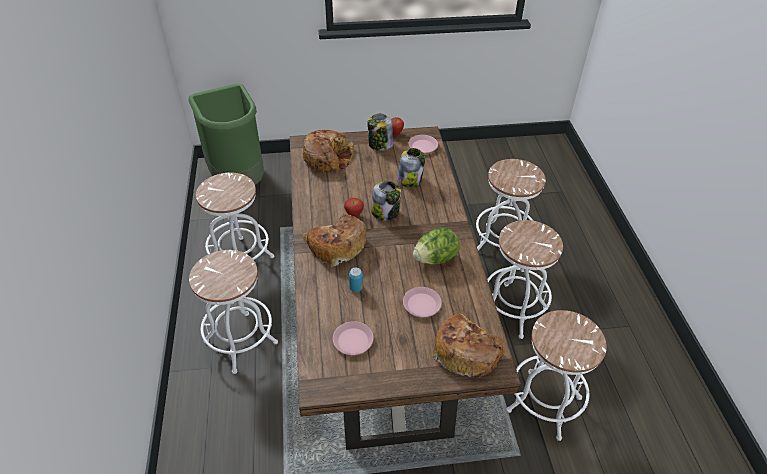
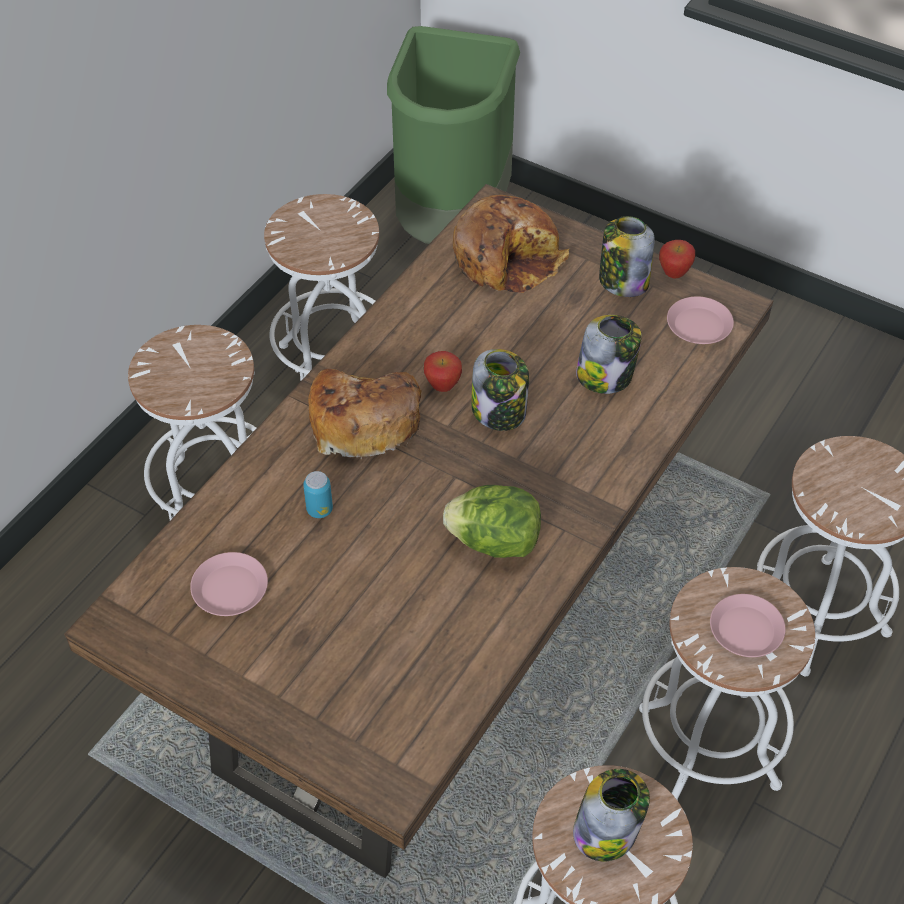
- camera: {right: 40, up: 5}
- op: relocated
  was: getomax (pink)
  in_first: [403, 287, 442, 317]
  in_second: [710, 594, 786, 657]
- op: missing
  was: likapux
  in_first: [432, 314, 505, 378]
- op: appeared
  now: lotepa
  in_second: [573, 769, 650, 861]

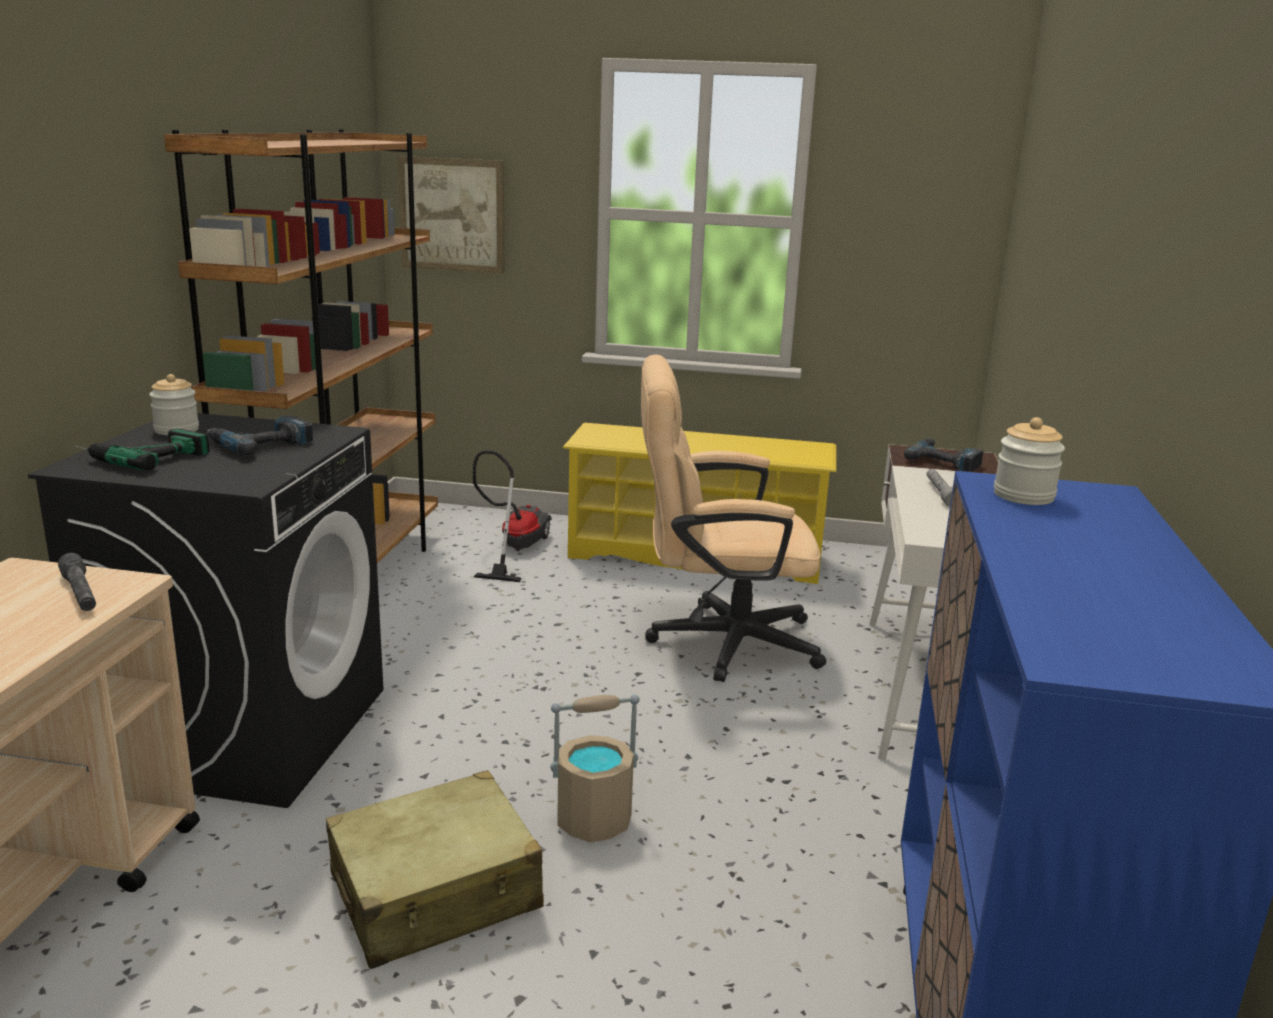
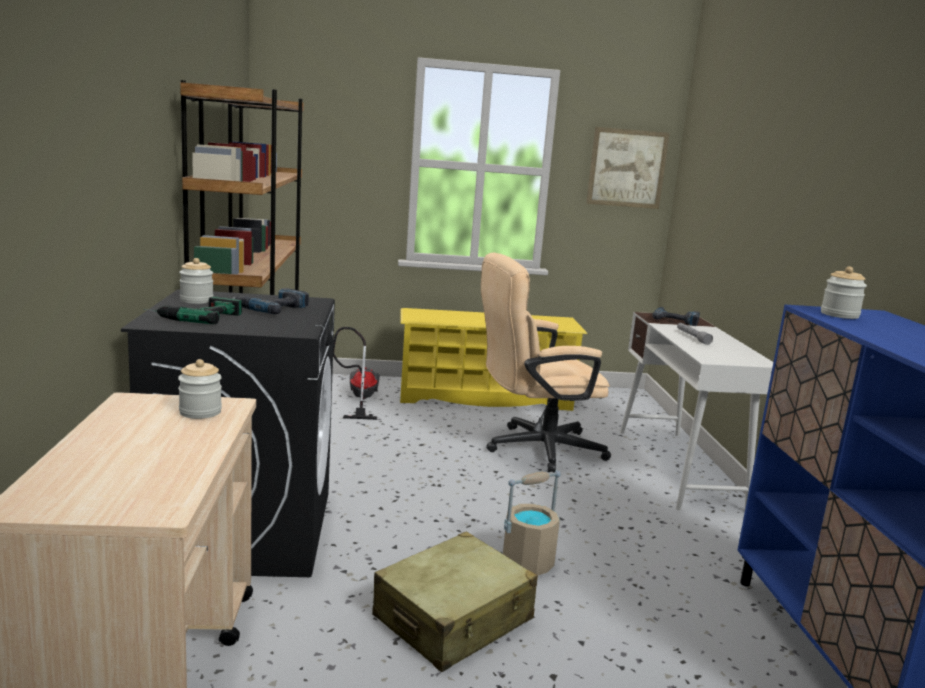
- camera: {right: -15, up: -5}
- op: relocated
  was: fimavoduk
  in_first: [397, 156, 504, 273]
  in_second: [586, 127, 670, 209]
- op: exchanged
  was: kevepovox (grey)
  now: lotepa
  in_first: [58, 553, 96, 611]
  in_second: [178, 359, 222, 419]

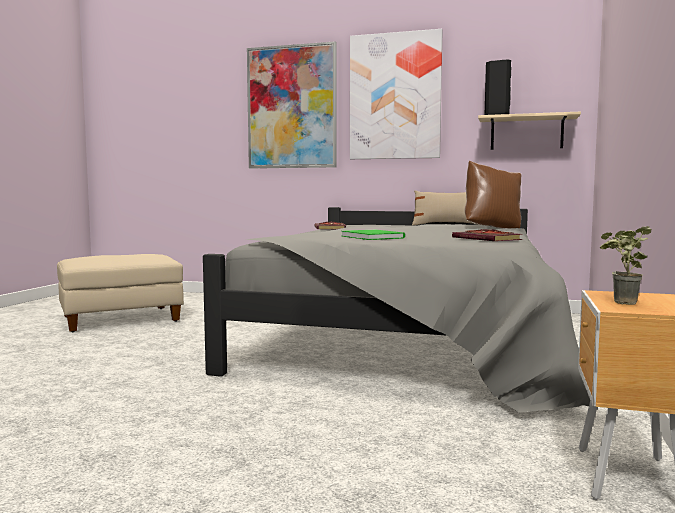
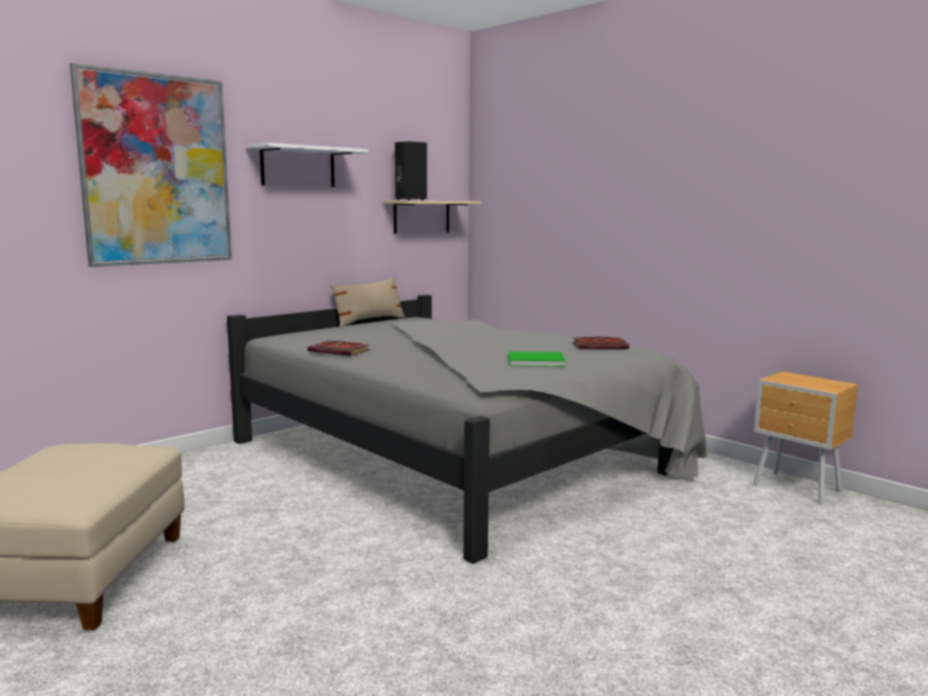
- camera: {right: -60, up: 5}
- op: exchanged
  was: fimavoduk
  now: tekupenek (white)
  in_first: [350, 29, 443, 159]
  in_second: [246, 143, 368, 187]
- op: missing
  was: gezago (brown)
  in_first: [465, 161, 521, 229]
- op: missing
  was: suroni
  in_first: [600, 226, 652, 305]

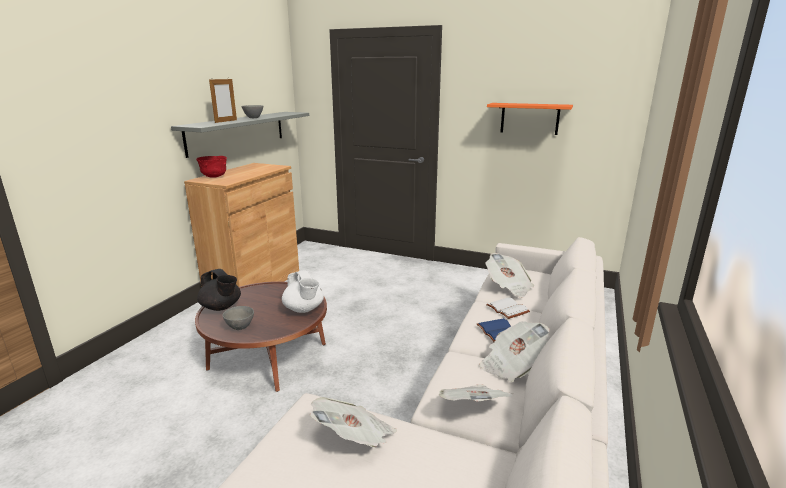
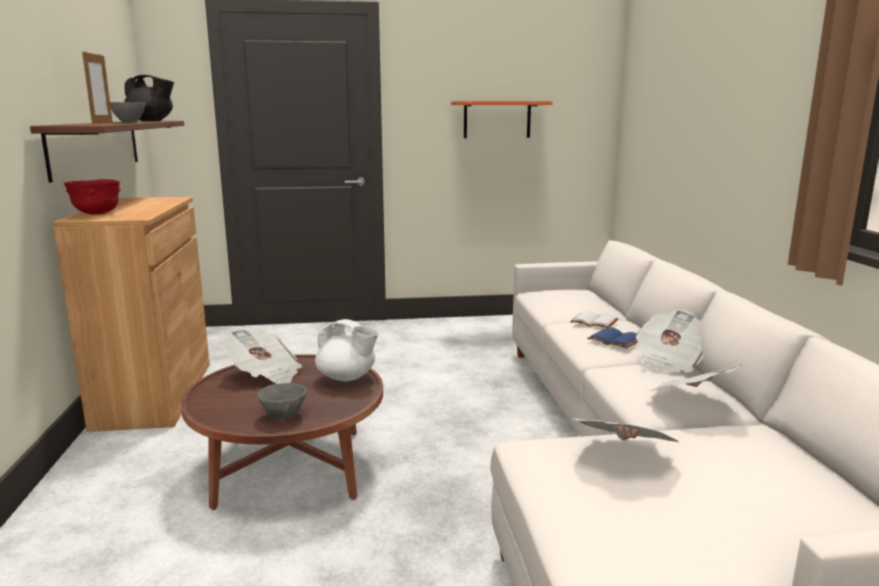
- camera: {right: -30, up: -5}
- op: colour
  was: tekupenek (grey)
  now: tekupenek (brown)
  in_first: [171, 112, 309, 158]
  in_second: [30, 121, 184, 183]
- op: relocated
  was: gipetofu
  in_first: [485, 253, 534, 298]
  in_second: [224, 329, 302, 384]
- op: relocated
  was: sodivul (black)
  in_first: [197, 269, 241, 311]
  in_second: [124, 75, 174, 121]

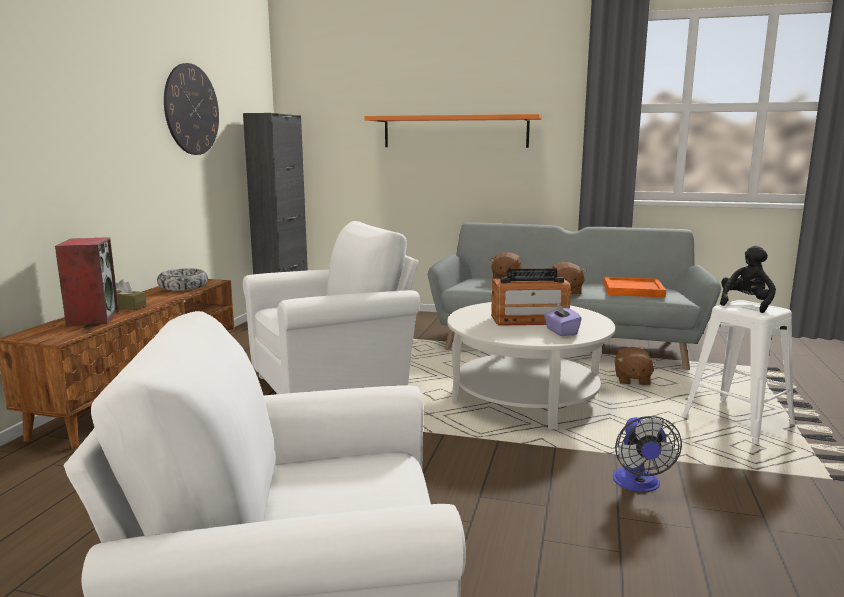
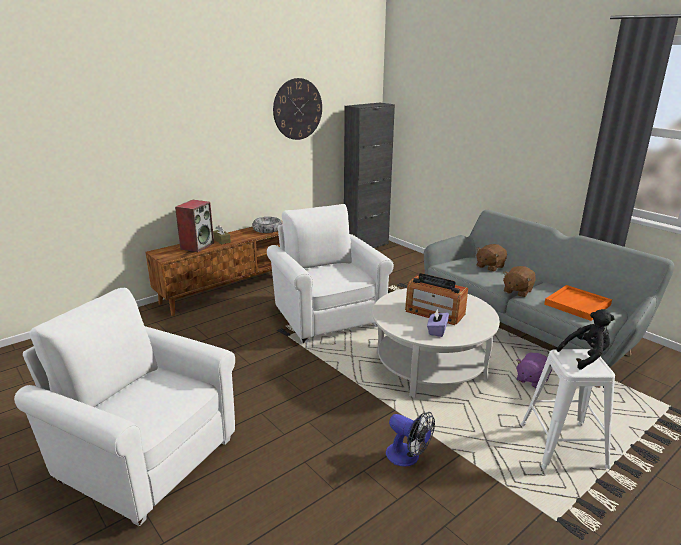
- camera: {right: 35, up: 10}
- op: missing
  was: tekupenek (orange)
  in_first: [365, 114, 542, 148]
- op: spun
  was: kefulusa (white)
  in_first: [243, 221, 420, 394]
  in_second: [267, 204, 394, 343]
  clockwise: -120
- op: colour
  was: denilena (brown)
  now: denilena (purple)
  in_first: [615, 347, 657, 385]
  in_second: [516, 353, 552, 388]
- op: spun
  was: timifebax
  in_first: [613, 416, 682, 492]
  in_second: [386, 412, 435, 467]
  clockwise: -90

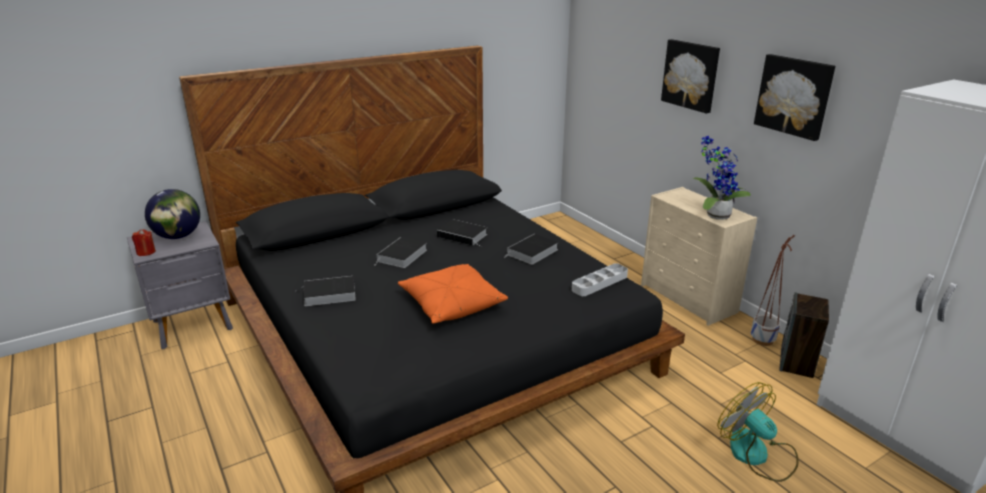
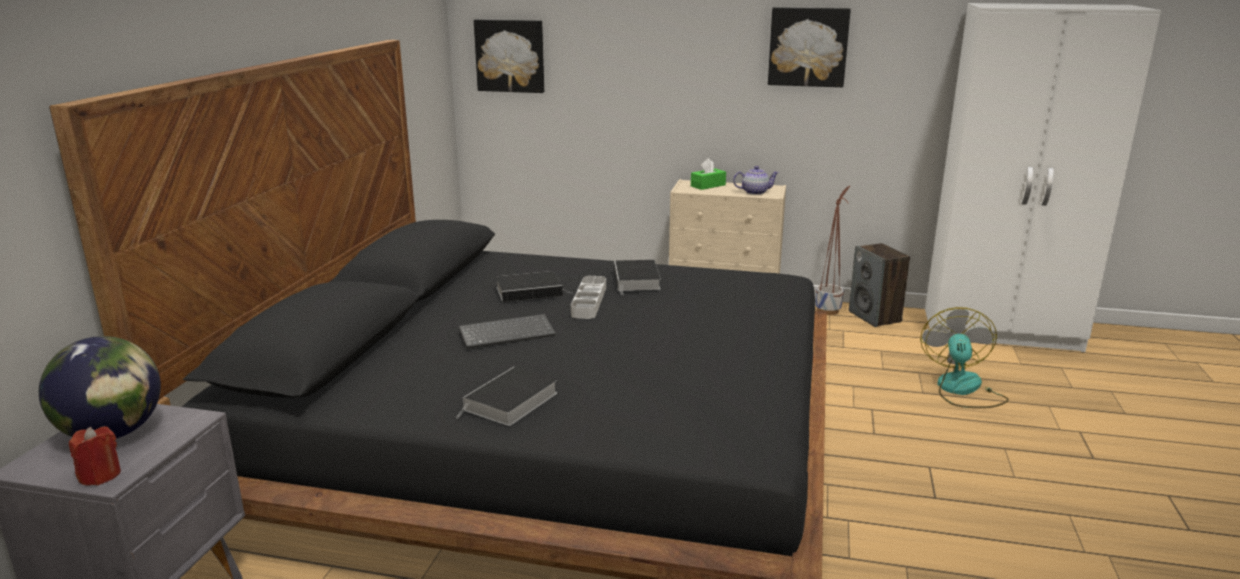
- camera: {right: -45, up: -5}
- op: relocated
  was: fimavoduk
  in_first: [661, 39, 720, 113]
  in_second: [474, 19, 544, 93]
- op: exchanged
  was: suroni
  now: sodivul
  in_first: [693, 136, 751, 220]
  in_second: [733, 166, 779, 195]
- op: exchanged
  was: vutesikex
  now: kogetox
  in_first: [374, 237, 427, 268]
  in_second: [459, 314, 556, 349]
- op: relocated
  was: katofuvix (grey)
  in_first: [572, 263, 628, 296]
  in_second: [571, 276, 606, 319]
- op: missing
  was: gezago (orange)
  in_first: [398, 264, 508, 324]
- op: spun
  was: timifebax
  in_first: [717, 382, 799, 482]
  in_second: [920, 307, 1009, 408]
  clockwise: 90
- op: appeared
  now: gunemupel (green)
  in_second: [691, 158, 726, 190]

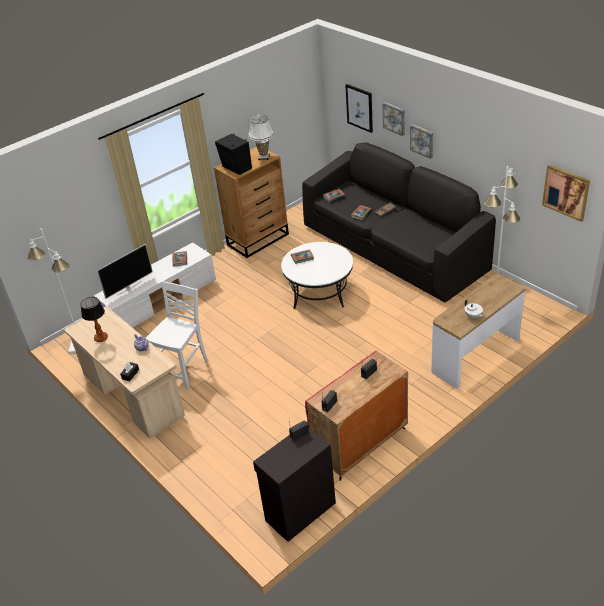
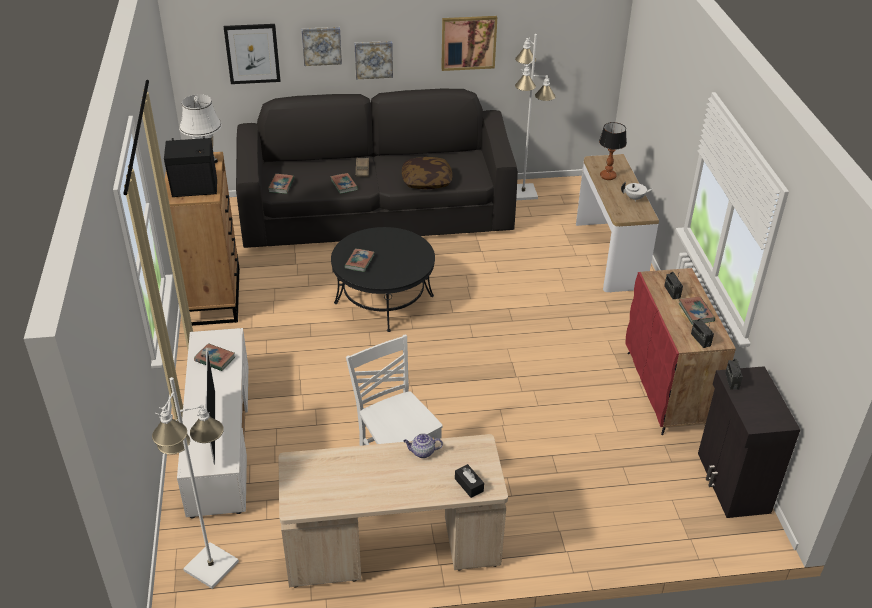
- camera: {right: -60, up: 0}
- op: relocated
  was: fimavoduk
  in_first: [542, 165, 590, 222]
  in_second: [441, 16, 497, 71]
- op: colour
  was: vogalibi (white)
  now: vogalibi (black)
  in_first: [281, 242, 353, 309]
  in_second: [331, 227, 435, 332]
- op: relocated
  was: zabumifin
  in_first: [80, 297, 108, 342]
  in_second: [599, 122, 627, 180]
- op: appeared
  now: gezago
  in_second: [402, 157, 452, 189]
- op: appeared
  now: vutesikex
  in_second: [679, 297, 715, 325]

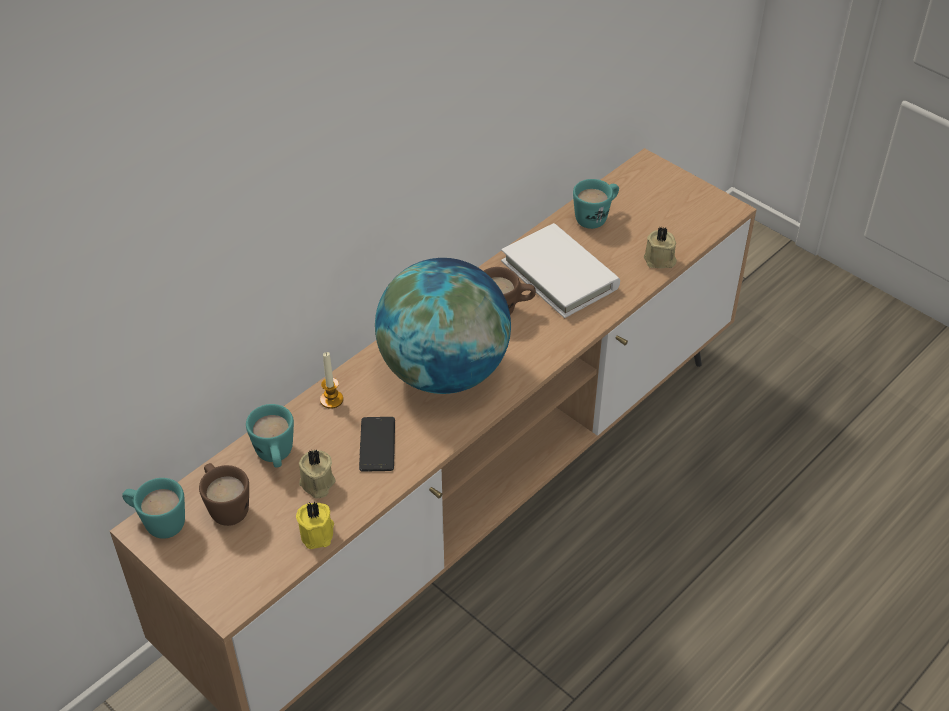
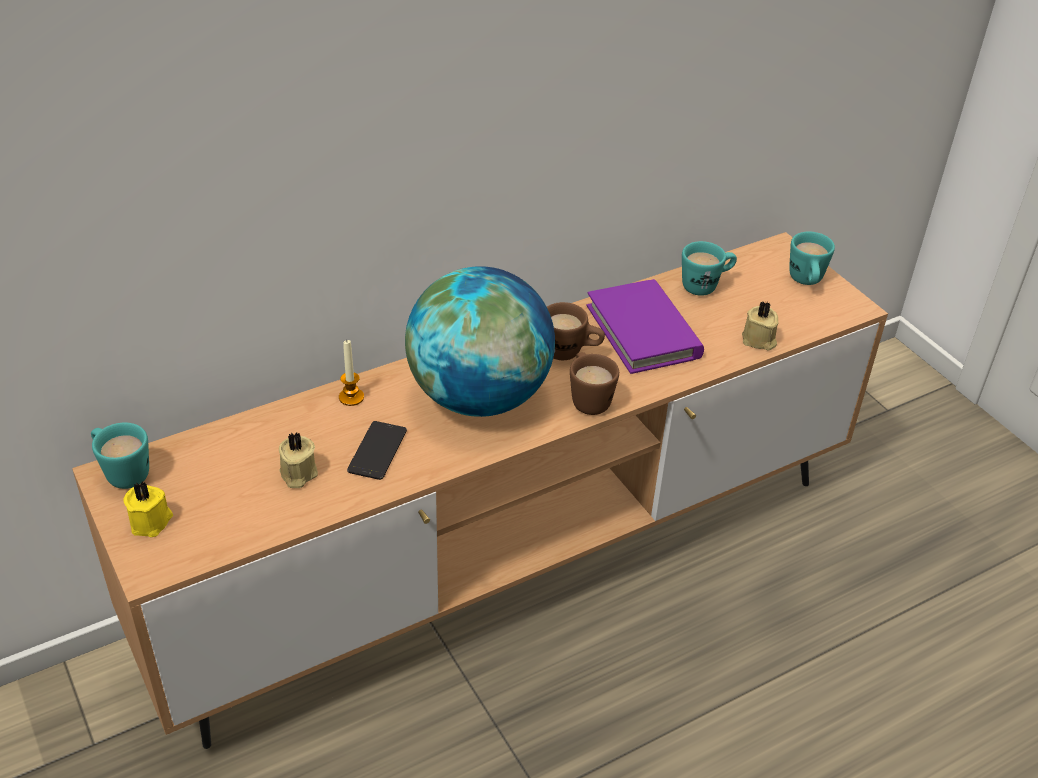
- camera: {right: 15, up: -5}
- op: colour
  was: vutesikex (white)
  now: vutesikex (purple)
  in_first: [501, 223, 620, 318]
  in_second: [587, 279, 704, 374]
- op: relocated
  was: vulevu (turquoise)
  in_first: [246, 404, 294, 468]
  in_second: [789, 232, 835, 285]
- op: relocated
  was: vulevu (brown)
  in_first: [199, 463, 249, 526]
  in_second: [570, 352, 619, 415]
- op: relocated
  was: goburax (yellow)
  in_first: [296, 502, 334, 549]
  in_second: [123, 481, 173, 537]

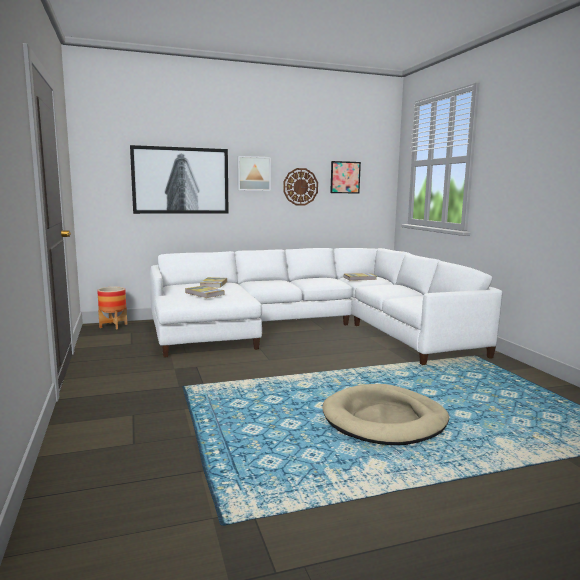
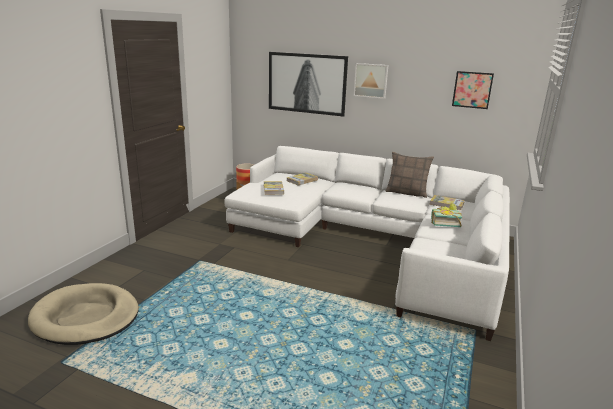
- camera: {right: 40, up: 10}
- op: missing
  was: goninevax
  in_first: [283, 168, 318, 206]
- op: relocated
  was: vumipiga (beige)
  in_first: [322, 384, 449, 445]
  in_second: [28, 283, 139, 345]
- op: appeared
  now: gezago
  in_second: [386, 152, 434, 198]
- op: appeared
  now: vutesikex
  in_second: [431, 203, 462, 227]

